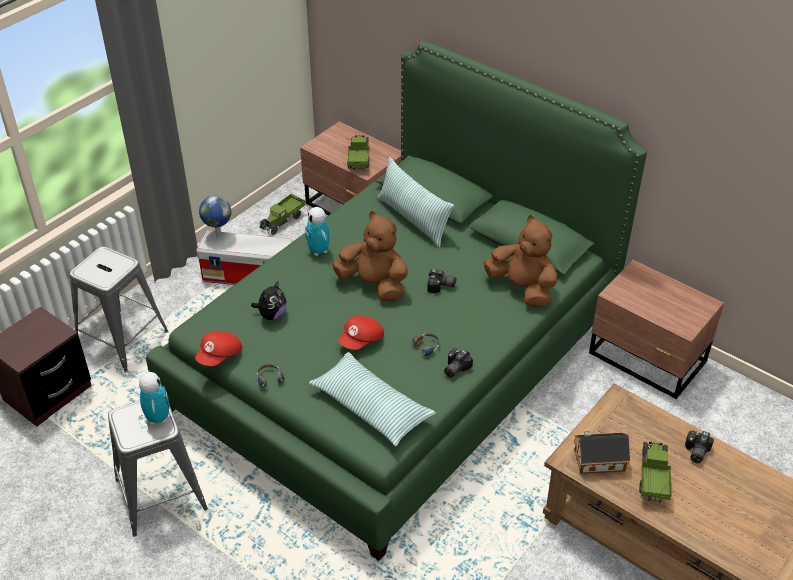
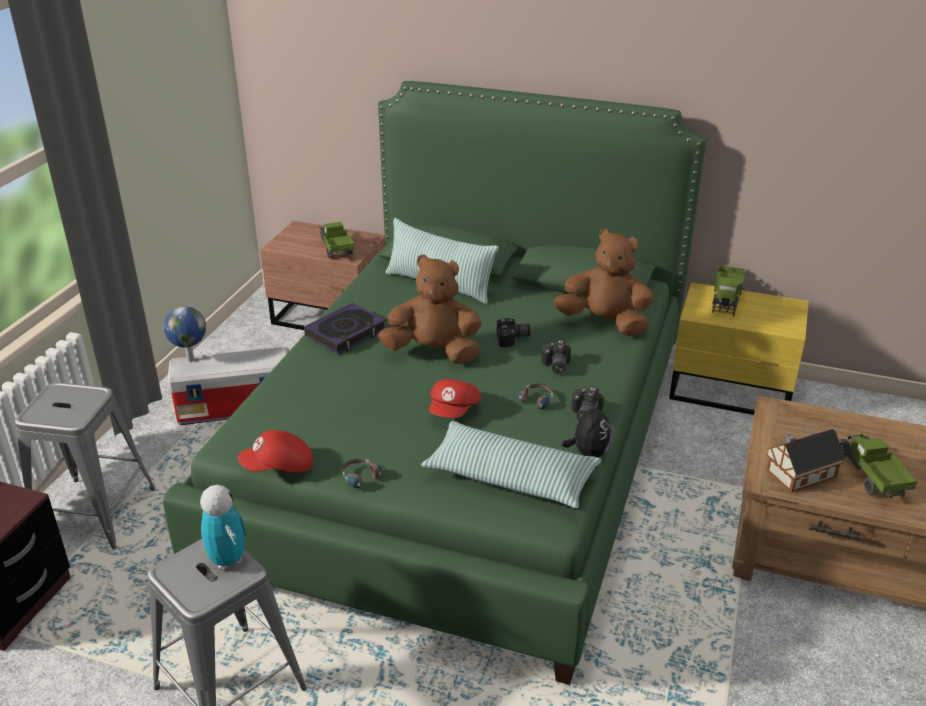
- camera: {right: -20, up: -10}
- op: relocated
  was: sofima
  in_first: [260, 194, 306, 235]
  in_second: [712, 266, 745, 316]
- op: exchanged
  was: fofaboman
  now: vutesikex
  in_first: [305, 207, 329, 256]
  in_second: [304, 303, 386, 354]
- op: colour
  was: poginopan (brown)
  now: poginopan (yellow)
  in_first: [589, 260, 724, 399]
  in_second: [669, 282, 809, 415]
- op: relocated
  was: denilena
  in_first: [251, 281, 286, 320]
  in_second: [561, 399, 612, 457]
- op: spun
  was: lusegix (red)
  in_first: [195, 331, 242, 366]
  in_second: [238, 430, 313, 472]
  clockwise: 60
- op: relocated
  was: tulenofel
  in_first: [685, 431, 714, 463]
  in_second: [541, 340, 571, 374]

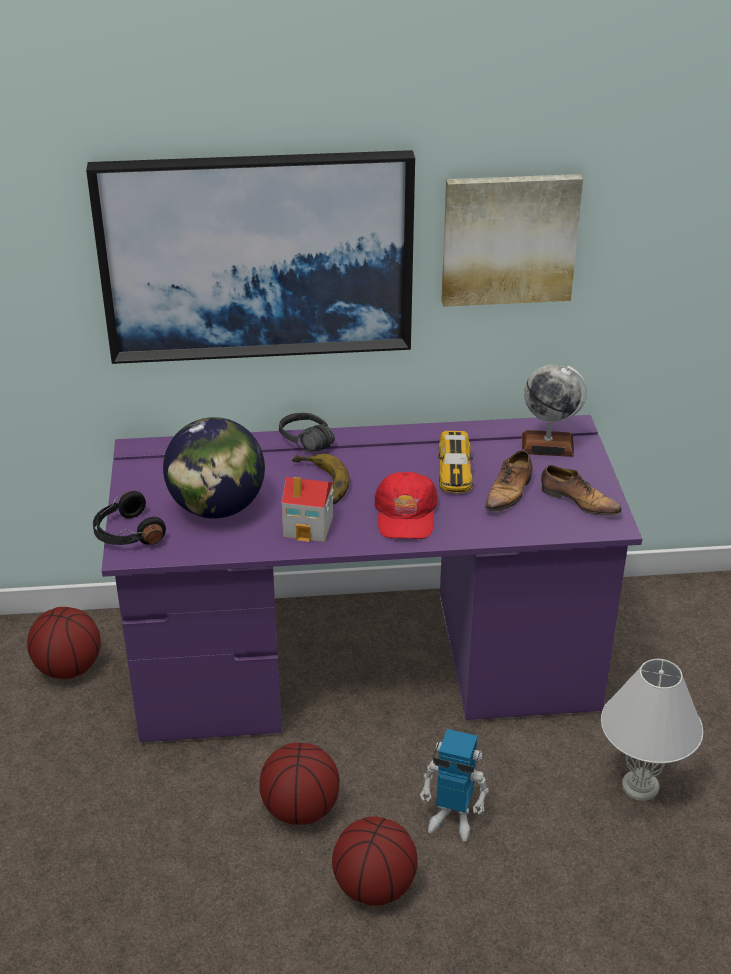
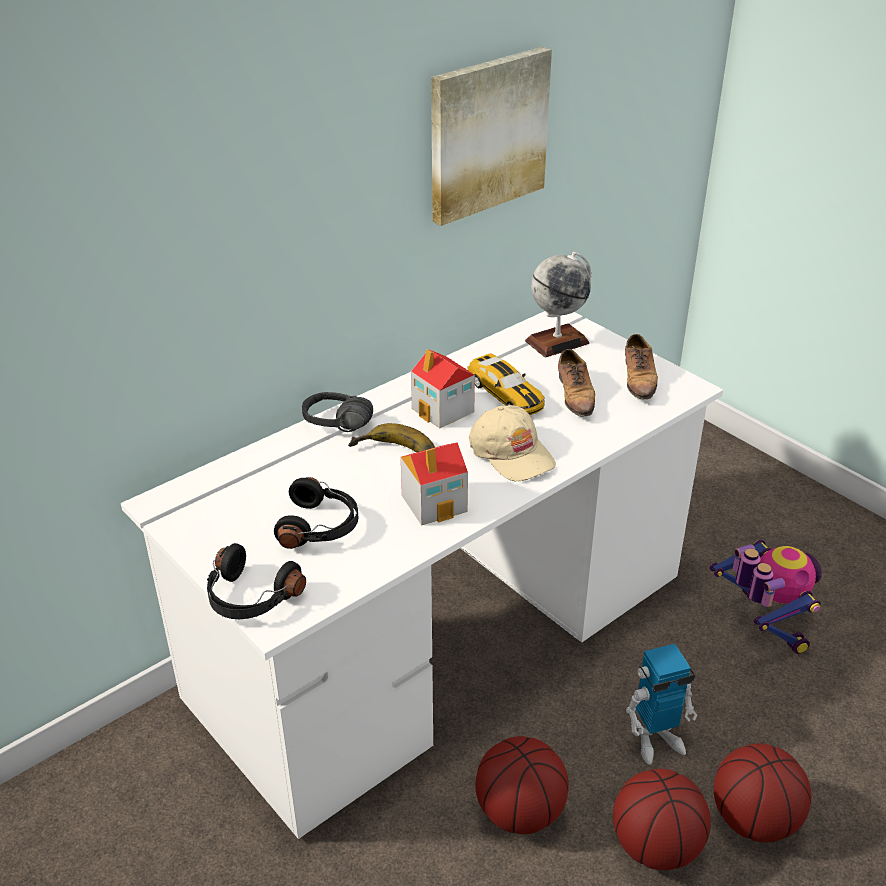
- camera: {right: -35, up: 0}
- op: missing
  was: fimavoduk
  in_first: [86, 150, 415, 364]
- op: colour
  was: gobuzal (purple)
  now: gobuzal (white)
  in_first: [102, 415, 642, 742]
  in_second: [121, 311, 723, 839]
- op: exchanged
  was: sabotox
  now: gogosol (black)
  in_first: [163, 417, 265, 519]
  in_second: [274, 477, 358, 549]
- op: spun
  was: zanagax
  in_first: [541, 465, 622, 516]
  in_second: [625, 334, 658, 400]
  clockwise: 90
- op: colour
  was: lusegix (red)
  now: lusegix (beige)
  in_first: [374, 472, 438, 539]
  in_second: [469, 405, 556, 482]
- op: relocated
  was: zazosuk
  in_first: [27, 607, 101, 679]
  in_second: [714, 744, 811, 842]
- op: exchanged
  was: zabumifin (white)
  now: fofaboman
  in_first: [601, 659, 703, 801]
  in_second: [709, 540, 822, 654]
- op: appeared
  now: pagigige
  in_second: [411, 349, 475, 428]

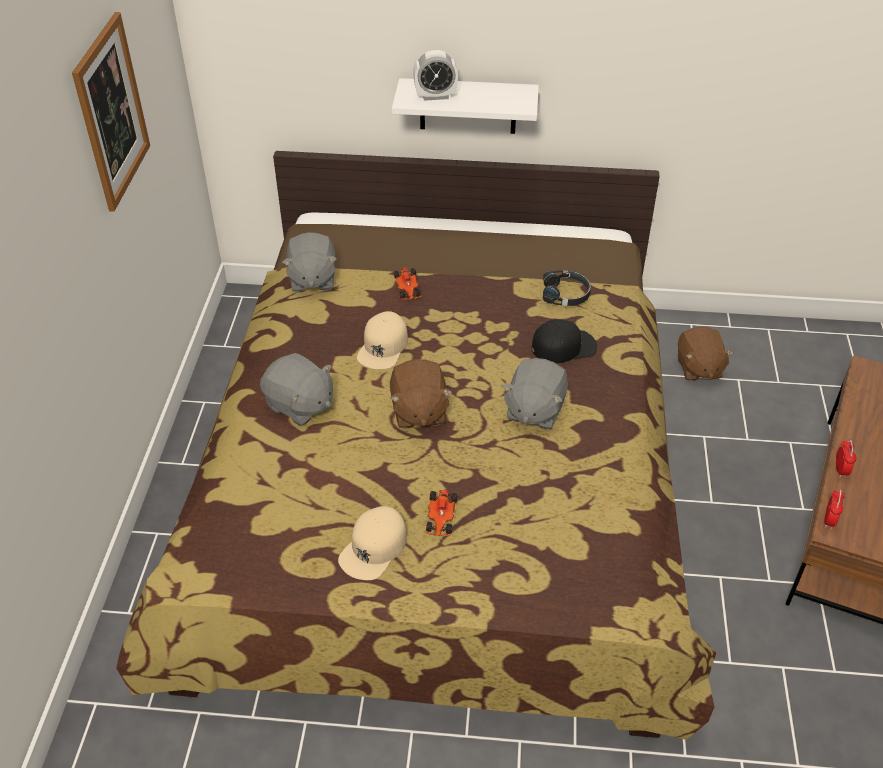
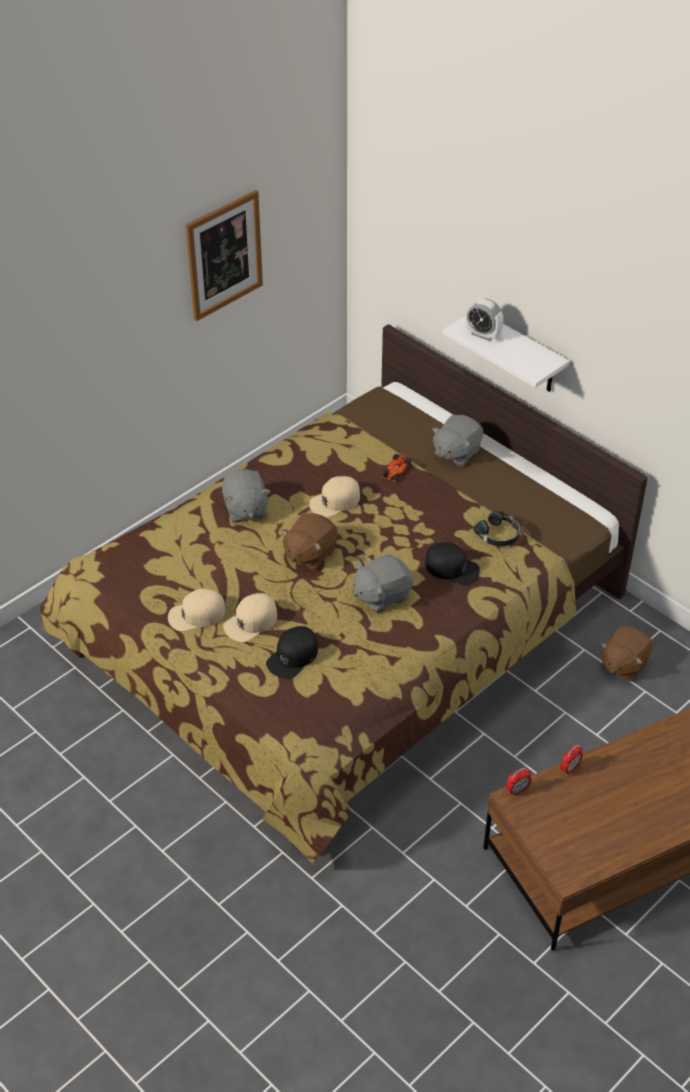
- camera: {right: 40, up: 0}
- op: relocated
  was: denilena (grey)
  in_first: [282, 232, 337, 292]
  in_second: [432, 415, 483, 467]
- op: exchanged
  was: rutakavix
  now: lusegix (beige)
  in_first: [425, 490, 457, 536]
  in_second: [223, 593, 277, 642]
- op: appeared
  now: lusegix (black)
  in_second: [266, 626, 318, 679]

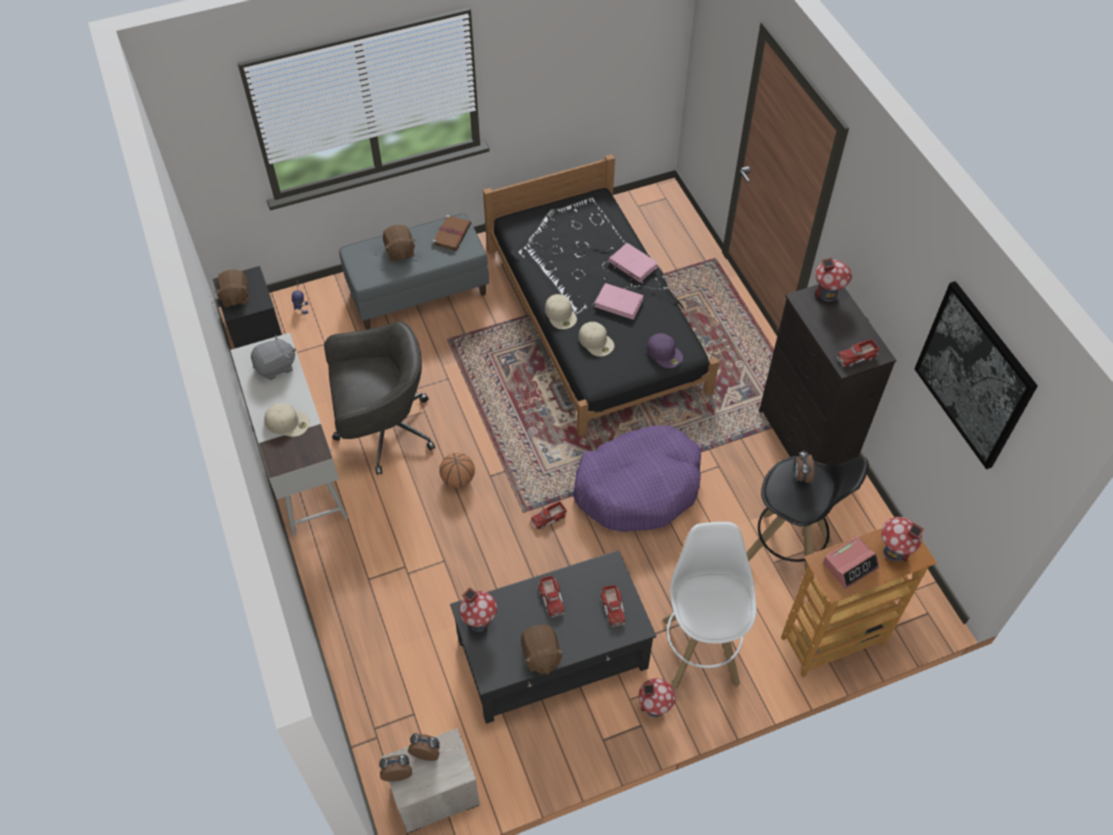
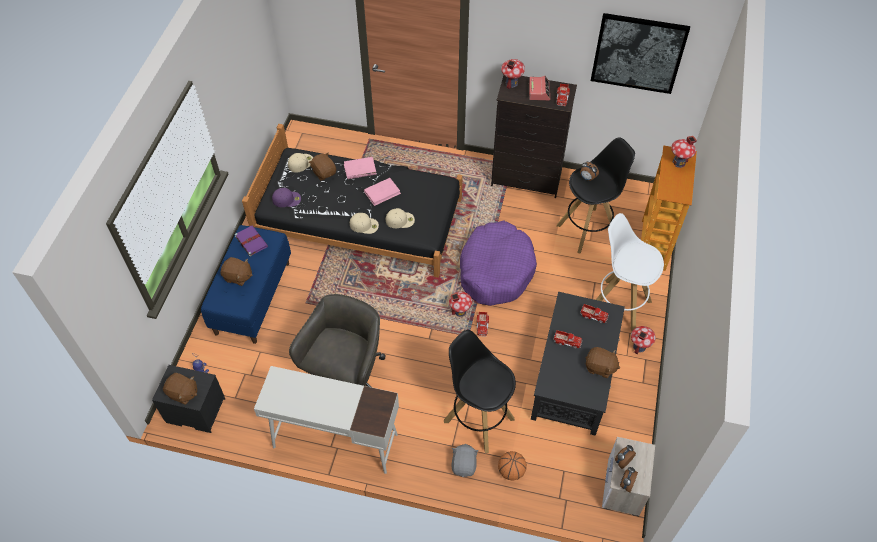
- camera: {right: -55, up: 0}
- op: colour
  was: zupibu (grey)
  now: zupibu (blue)
  in_first: [339, 213, 489, 330]
  in_second: [201, 225, 291, 344]
- op: colour
  was: vutesikex (brown)
  now: vutesikex (purple)
  in_first: [432, 215, 471, 251]
  in_second: [235, 225, 268, 256]
- op: relocated
  was: lusegix (purple)
  in_first: [646, 333, 683, 368]
  in_second: [272, 188, 301, 207]
- op: relocated
  was: denilena (grey)
  in_first: [251, 335, 296, 380]
  in_second: [451, 444, 479, 477]
- op: relocated
  was: lusegix (beige)
  in_first: [264, 403, 310, 437]
  in_second: [288, 153, 313, 173]
- op: relocated
  was: zazosuk
  in_first: [440, 453, 475, 488]
  in_second: [498, 451, 527, 481]
- op: relocated
  was: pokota
  in_first: [823, 536, 879, 589]
  in_second: [529, 76, 550, 100]
- op: relocated
  was: pagigige
  in_first: [459, 587, 497, 632]
  in_second: [449, 291, 472, 317]
- op: appeared
  now: denilena (brown)
  in_second: [309, 153, 336, 181]
- op: appeared
  now: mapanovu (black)
  in_second: [444, 330, 516, 453]

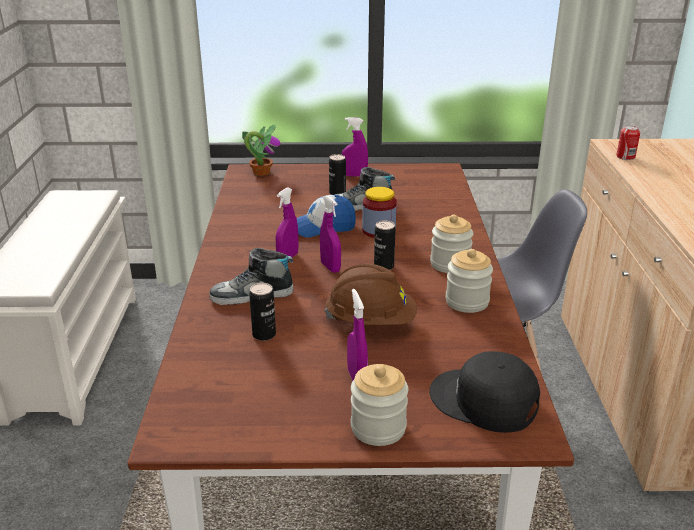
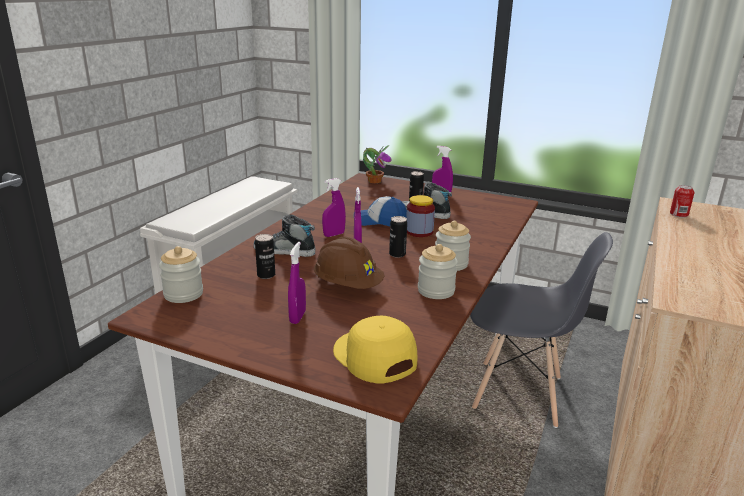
- camera: {right: 25, up: -5}
- op: colour
  was: lusegix (black)
  now: lusegix (yellow)
  in_first: [429, 351, 540, 433]
  in_second: [333, 316, 418, 384]
- op: relocated
  was: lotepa
  in_first: [351, 364, 408, 446]
  in_second: [159, 246, 203, 303]

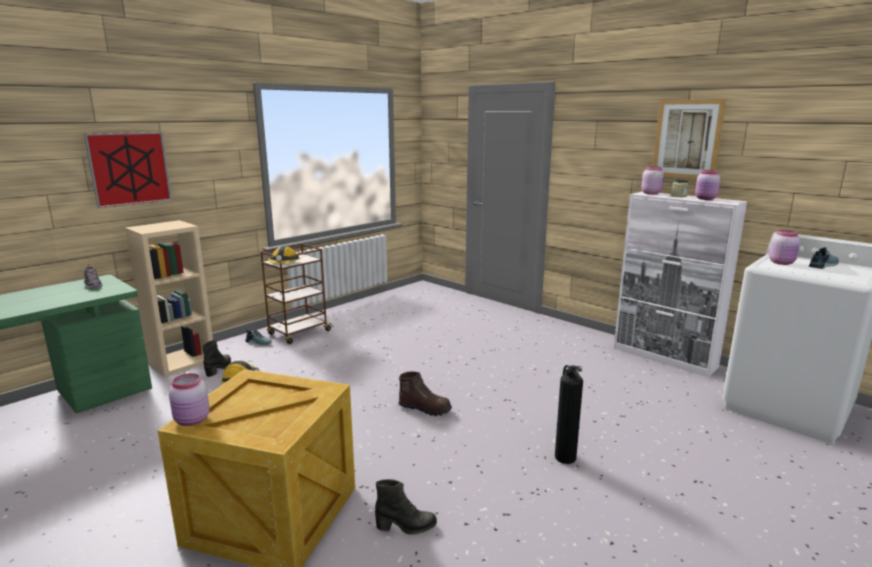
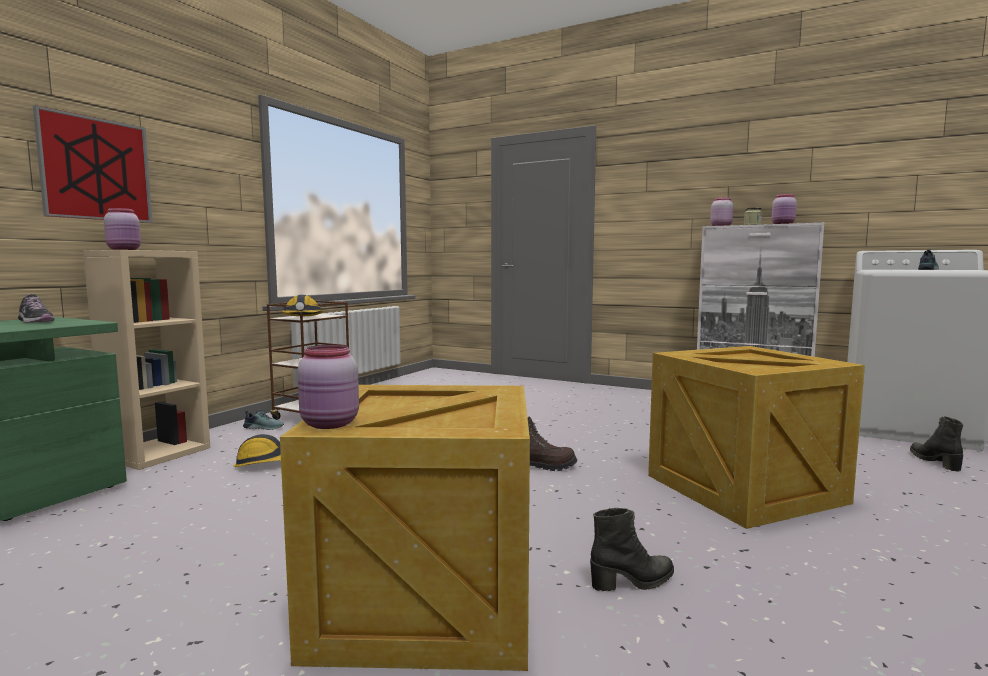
- camera: {right: -15, up: -10}
- op: missing
  was: fimavoduk
  in_first: [652, 99, 726, 179]
- op: relocated
  was: lotepa (pink)
  in_first: [769, 230, 800, 265]
  in_second: [104, 208, 141, 250]
- op: relocated
  was: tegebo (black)
  in_first: [202, 340, 231, 377]
  in_second: [910, 416, 963, 471]
- op: exchanged
  was: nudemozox
  now: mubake
  in_first: [555, 365, 583, 464]
  in_second: [648, 346, 865, 529]

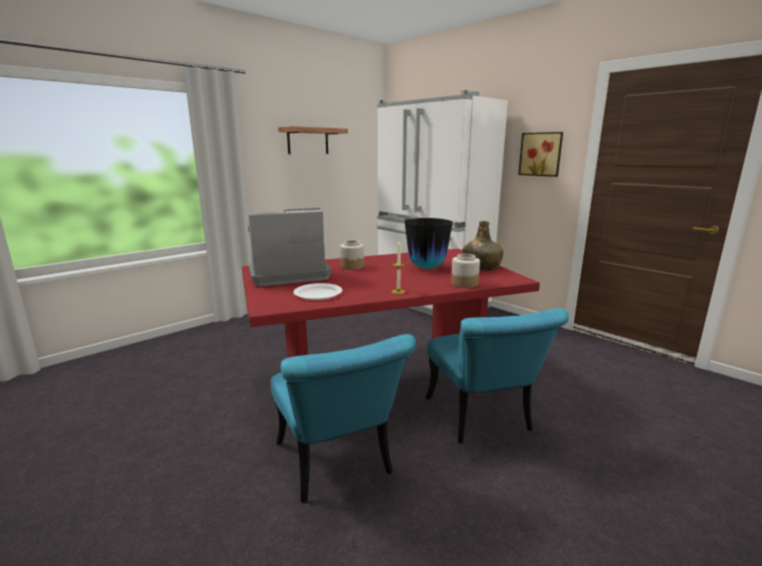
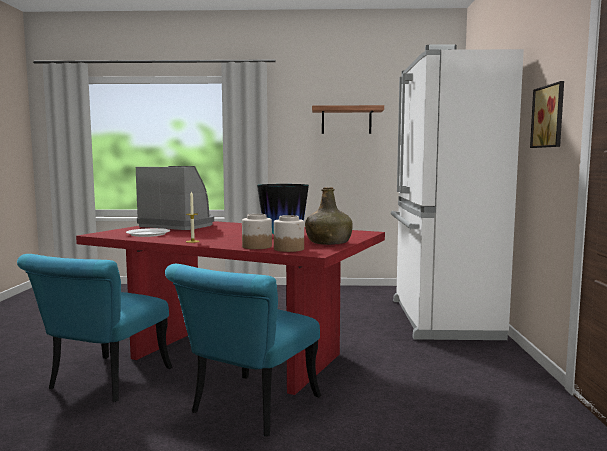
- camera: {right: 45, up: -10}
- op: relocated
  was: lotepa
  in_first: [340, 240, 364, 270]
  in_second: [274, 215, 304, 252]

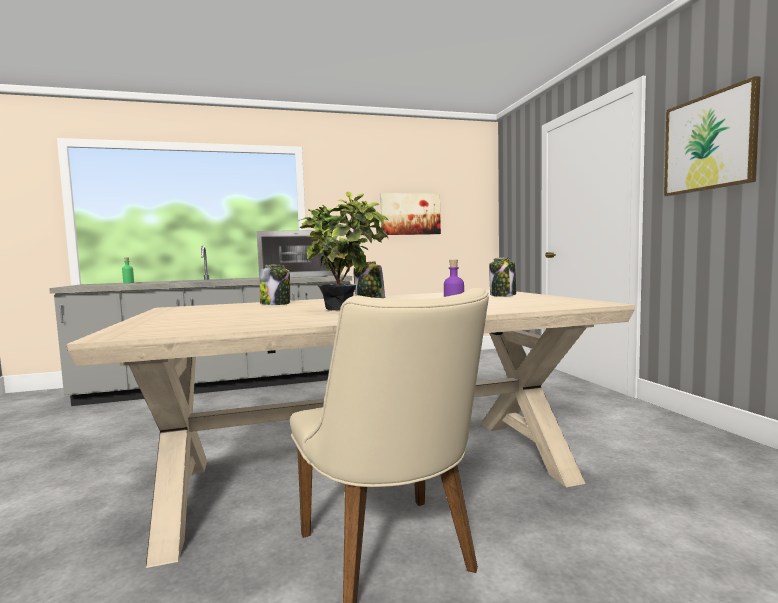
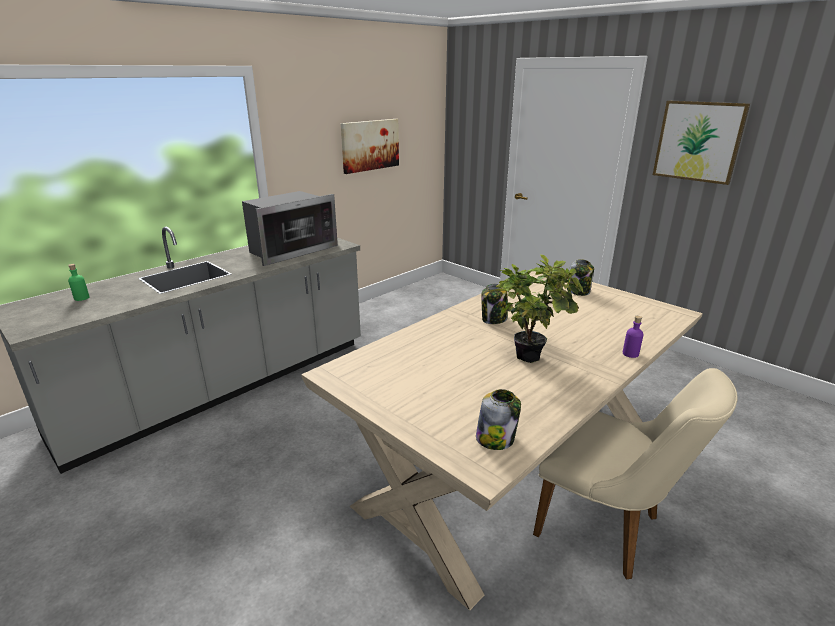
- camera: {right: -30, up: 20}
- op: relocated
  was: lotepa
  in_first: [260, 265, 290, 305]
  in_second: [476, 389, 521, 450]

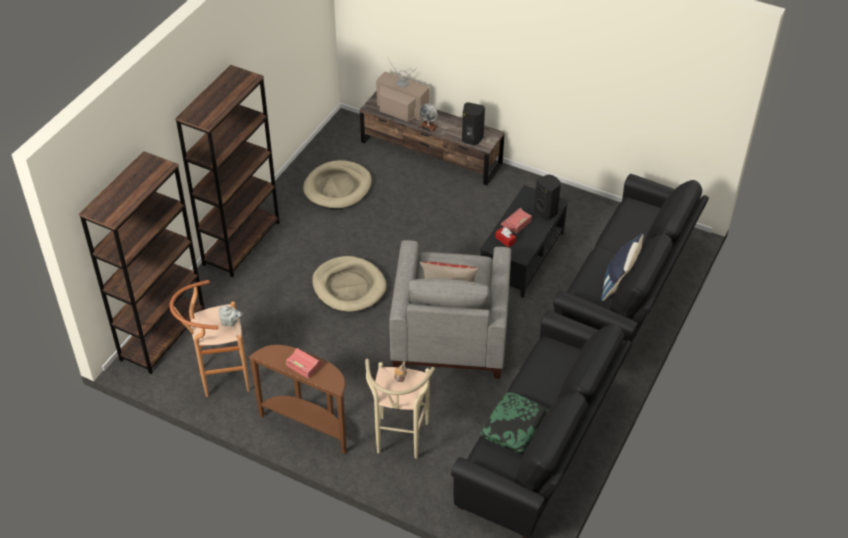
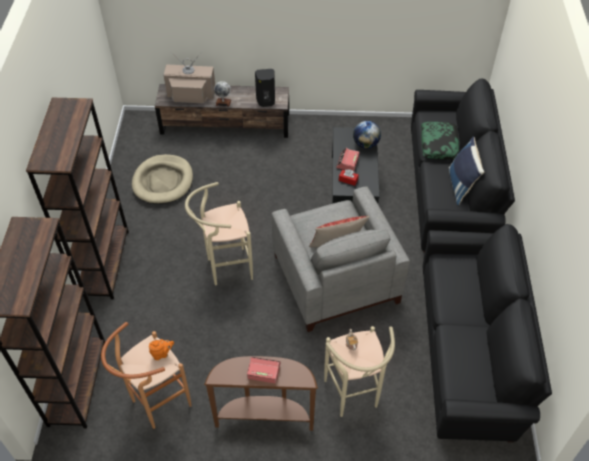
- camera: {right: -25, up: 5}
- op: exchanged
  was: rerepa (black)
  now: sabotox
  in_first: [534, 174, 561, 221]
  in_second: [353, 121, 381, 149]
- op: exchanged
  was: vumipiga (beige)
  now: mapanovu (beige)
  in_first: [312, 256, 386, 312]
  in_second: [185, 182, 253, 286]
- op: colour
  was: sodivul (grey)
  now: sodivul (orange)
  in_first: [219, 306, 243, 327]
  in_second: [149, 339, 174, 360]
- op: relocated
  was: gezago
  in_first: [481, 392, 548, 453]
  in_second: [421, 122, 459, 159]

